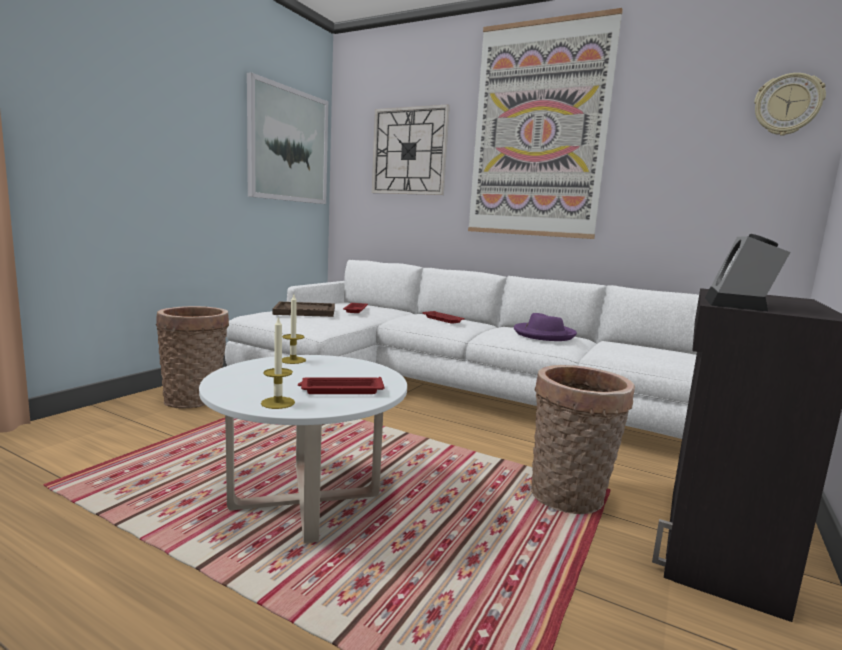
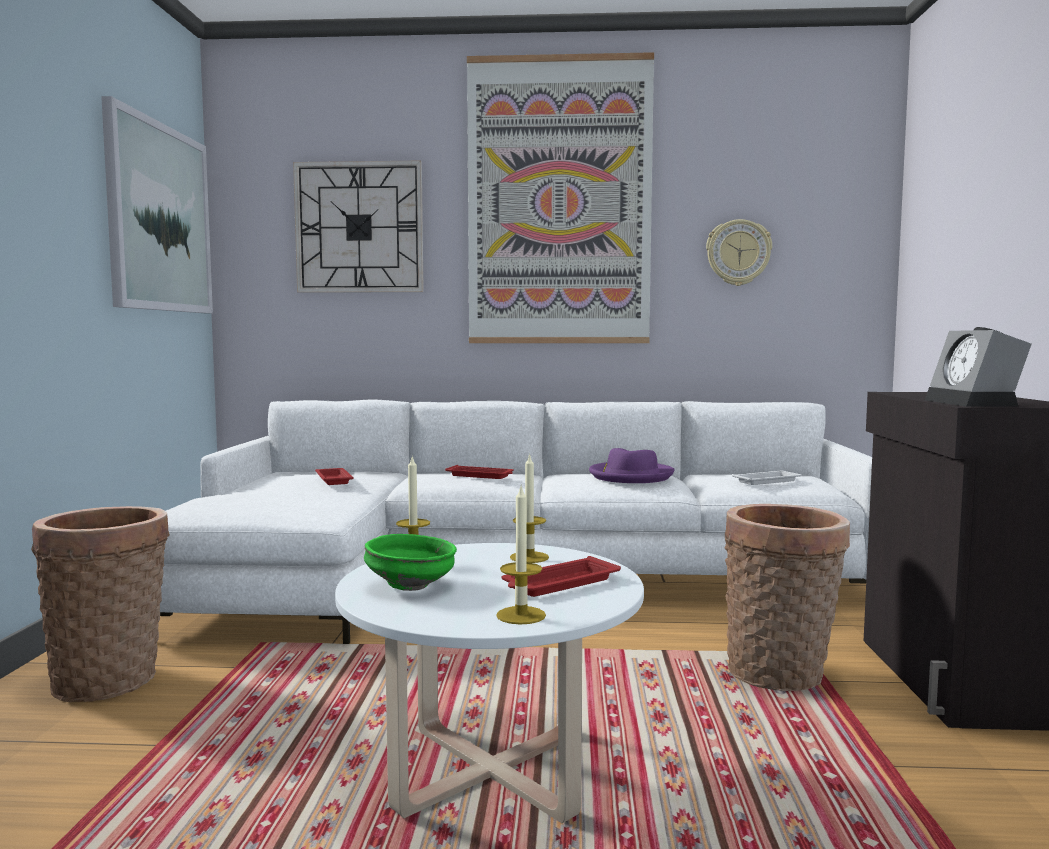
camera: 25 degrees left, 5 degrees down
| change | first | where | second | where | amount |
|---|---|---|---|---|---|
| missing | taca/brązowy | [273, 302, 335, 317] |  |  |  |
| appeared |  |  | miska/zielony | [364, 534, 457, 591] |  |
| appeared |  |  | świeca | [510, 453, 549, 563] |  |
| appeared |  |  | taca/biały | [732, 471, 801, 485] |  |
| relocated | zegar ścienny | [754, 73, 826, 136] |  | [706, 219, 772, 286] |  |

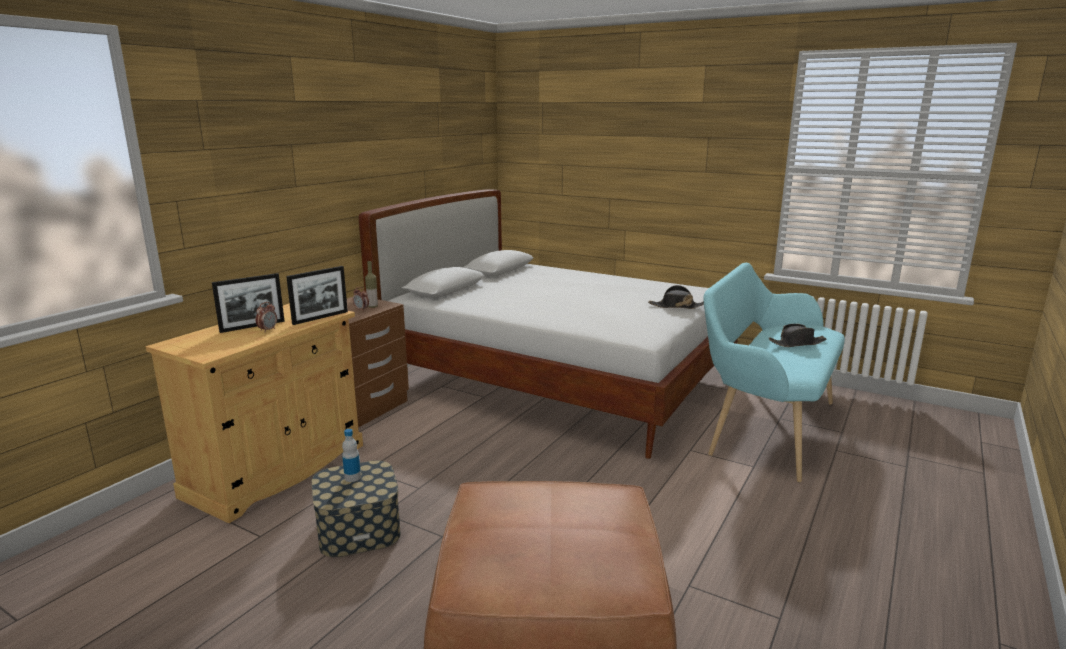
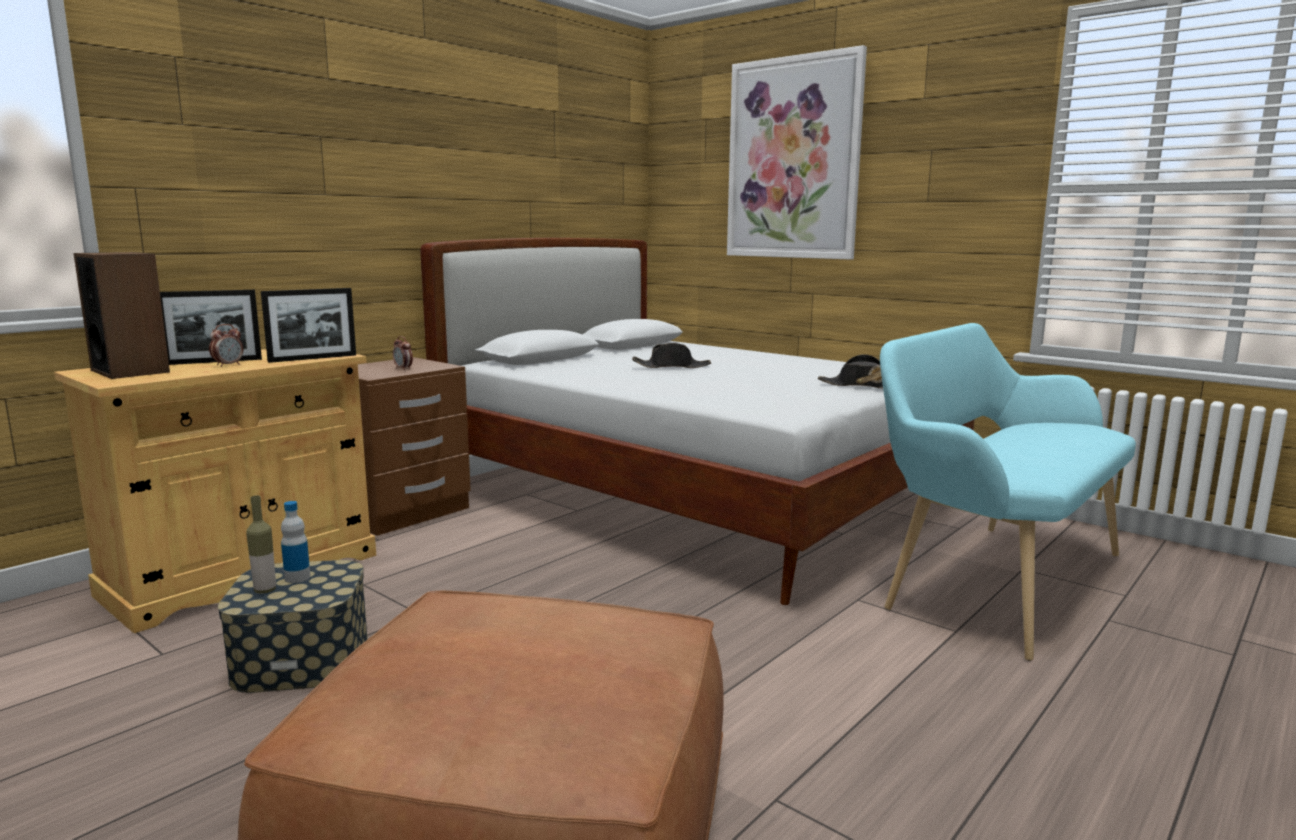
camera: 10 degrees right, 5 degrees down
| change | first | where | second | where | amount |
|---|---|---|---|---|---|
| appeared |  |  | głośnik | [74, 252, 170, 379] |  |
| appeared |  |  | obraz | [727, 45, 867, 260] |  |
| relocated | butelka | [365, 261, 378, 308] |  | [246, 495, 276, 593] |  |
| relocated | kapelusz/czarny | [769, 324, 826, 347] |  | [632, 343, 711, 368] |  |

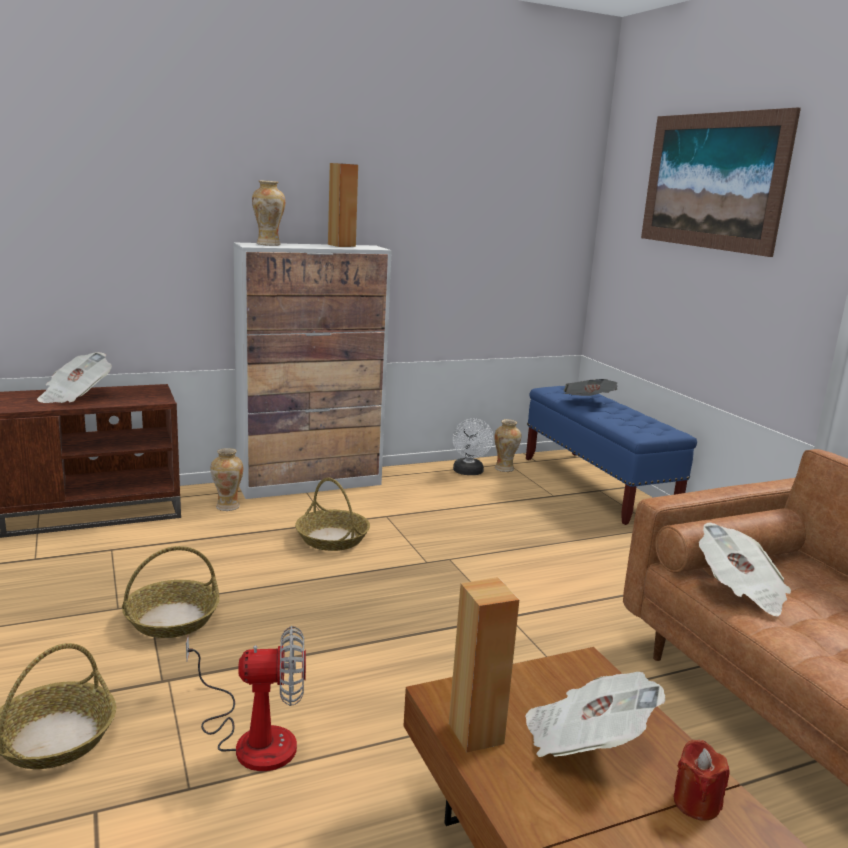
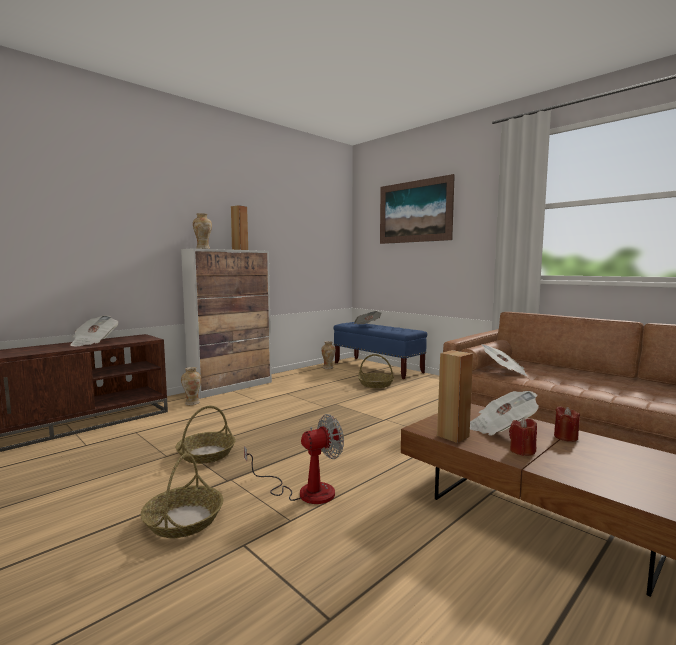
camera: 20 degrees left, 10 degrees down
| change | first | where | second | where | amount |
|---|---|---|---|---|---|
| missing | wentylator/biały | [453, 419, 494, 475] |  |  |  |
| appeared |  |  | świeca/czerwony | [509, 418, 537, 456] |  |
| relocated | koszyk | [295, 478, 370, 551] |  | [358, 354, 394, 388] |  |

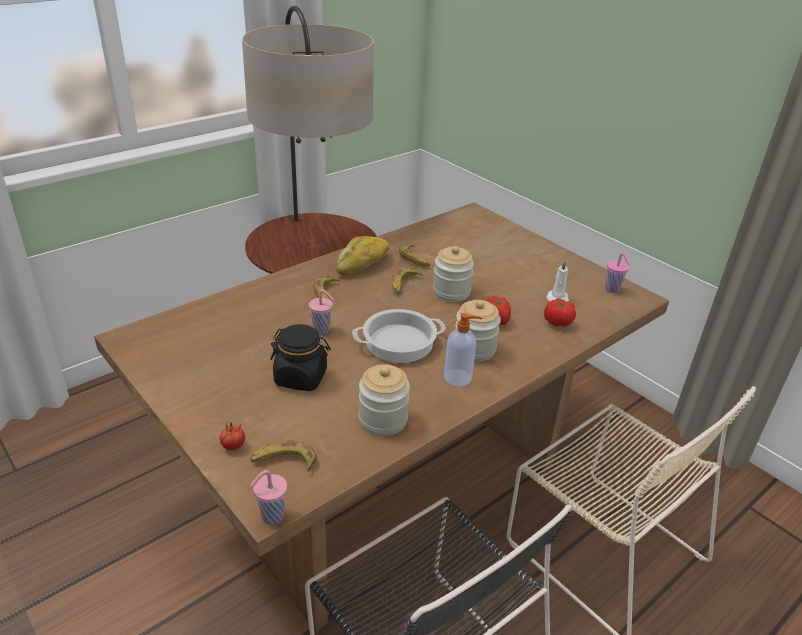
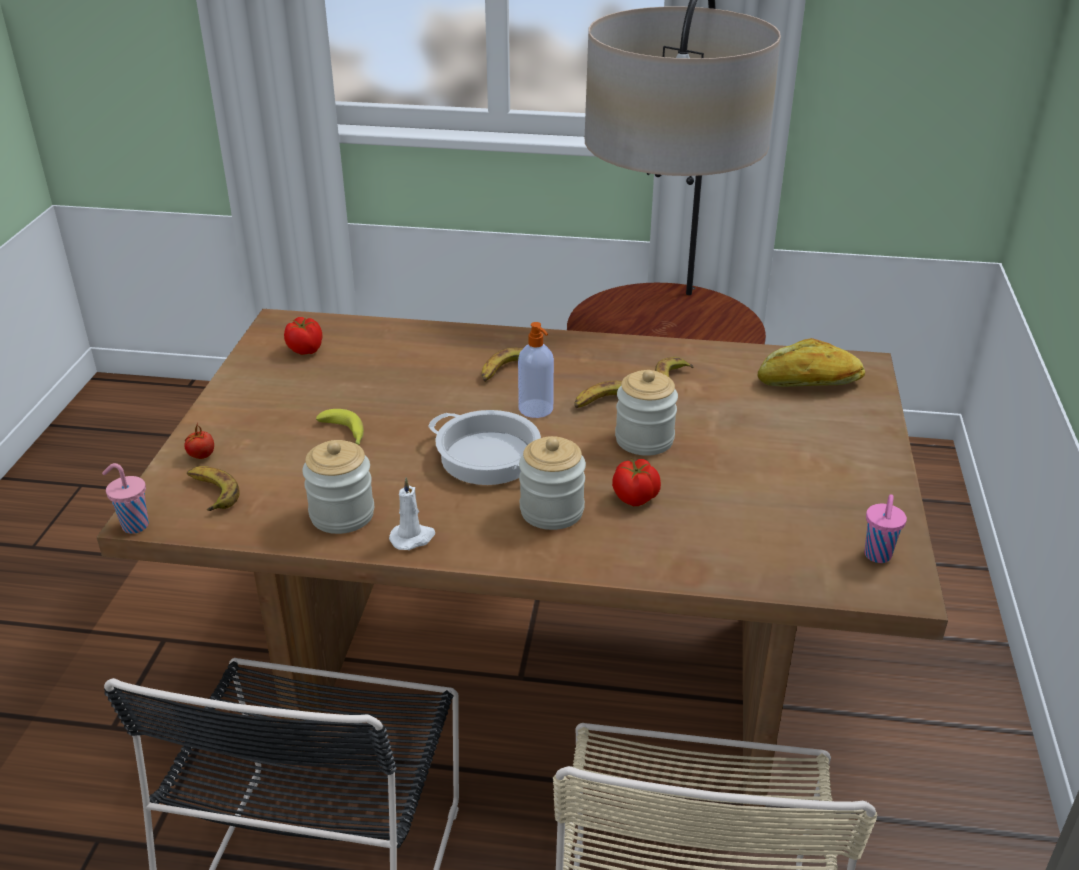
camera: 50 degrees right, 0 degrees up
| change | first | where | second | where | amount |
|---|---|---|---|---|---|
| missing | filiżanka/różowy | [309, 290, 334, 334] |  |  |  |
| relocated | chleb | [336, 236, 389, 276] |  | [758, 338, 865, 387] |  |
| relocated | dozownik mydła | [444, 313, 482, 387] |  | [518, 322, 554, 418] |  |
| relocated | pomidor | [544, 298, 576, 326] |  | [284, 317, 323, 355] |  |
| relocated | świeca/biały | [546, 261, 569, 302] |  | [389, 477, 435, 550] |  |
| exchanged | słoik/czarny | [270, 324, 331, 391] | banan | [316, 409, 364, 445] |  |

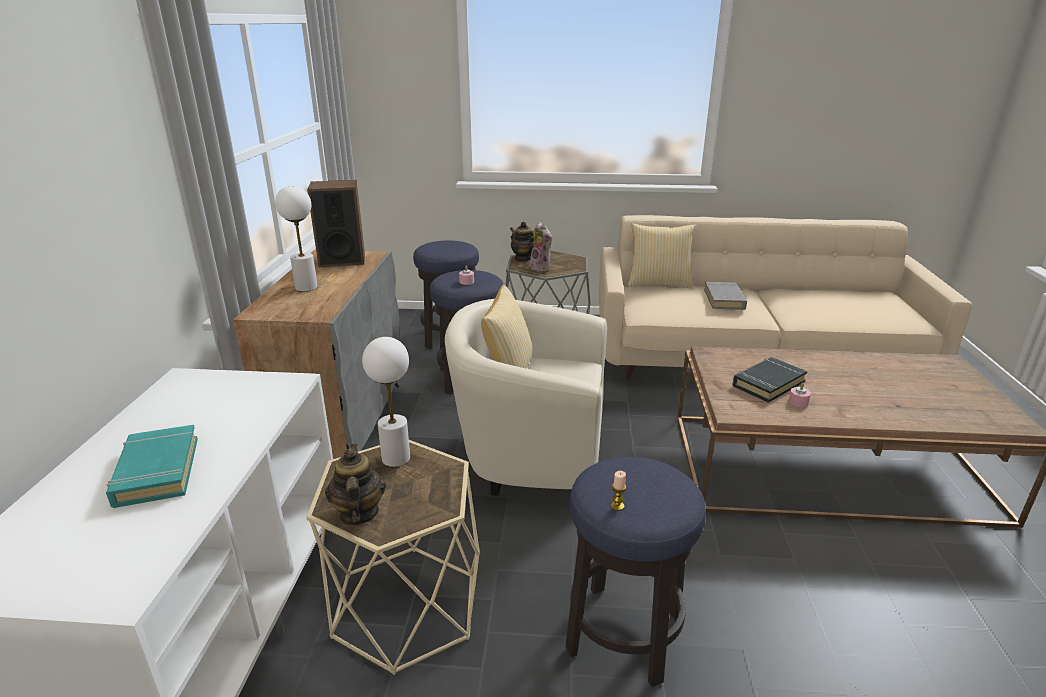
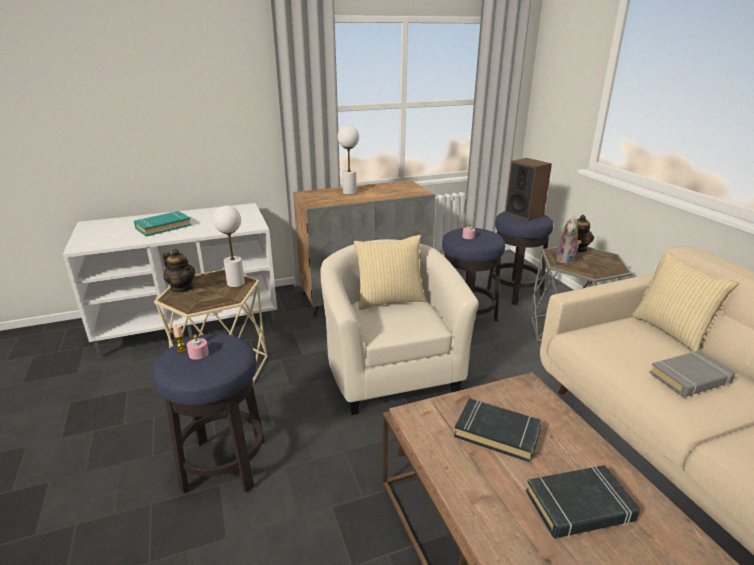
camera: 65 degrees right, 0 degrees up
| change | first | where | second | where | amount |
|---|---|---|---|---|---|
| appeared |  |  | książka/czarny | [526, 465, 640, 538] |  |
| relocated | głośnik | [307, 180, 365, 267] |  | [505, 158, 552, 221] |  |
| relocated | świeca/różowy | [789, 383, 811, 407] |  | [187, 334, 209, 360] |  |
| spun | imbryk | [325, 444, 386, 526] |  | [163, 249, 195, 292] | 75 degrees clockwise |

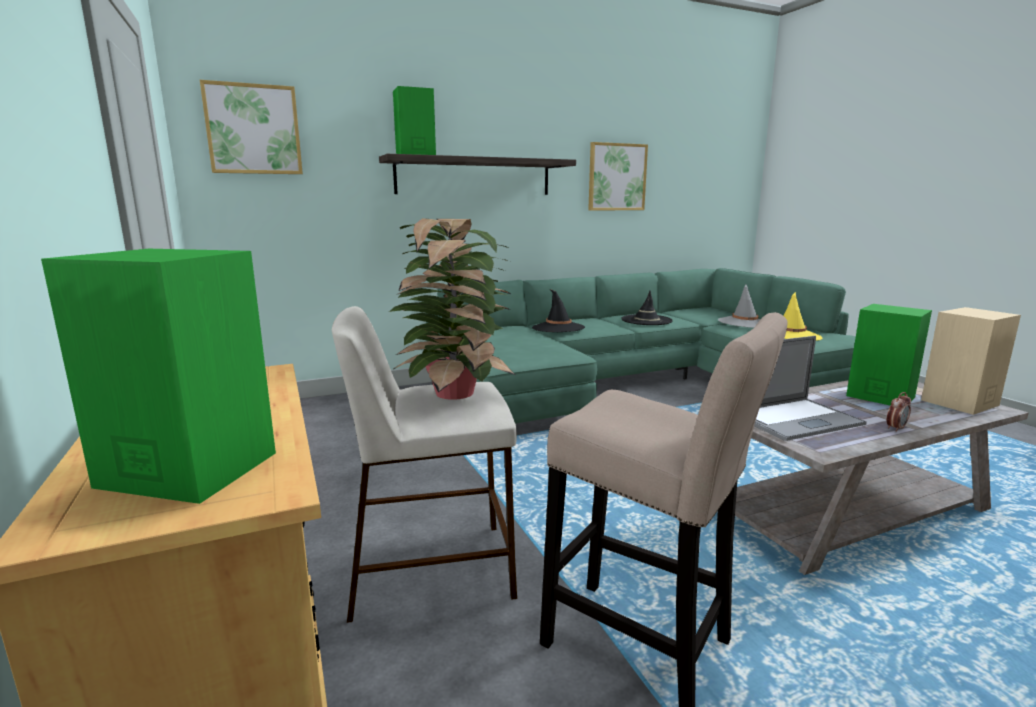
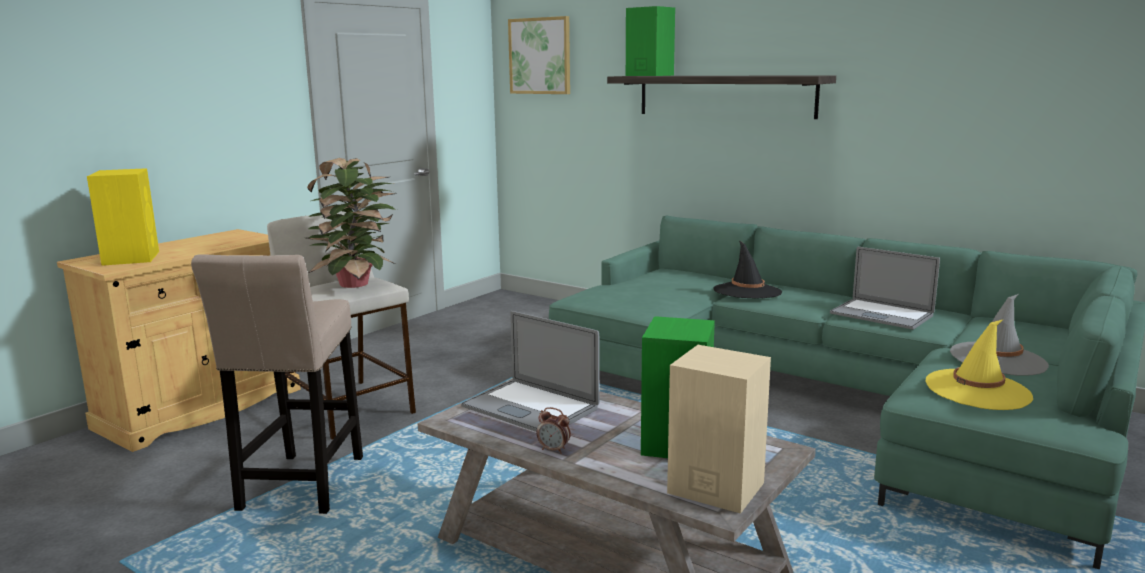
camera: 60 degrees right, 0 degrees up
| change | first | where | second | where | amount |
|---|---|---|---|---|---|
| missing | obraz | [588, 142, 648, 211] |  |  |  |
| exchanged | kapelusz/czarny | [621, 291, 673, 325] | laptop | [830, 247, 940, 330] |  |
| colour | głośnik/zielony | [41, 249, 276, 504] | głośnik/żółty | [87, 168, 159, 266] |  |

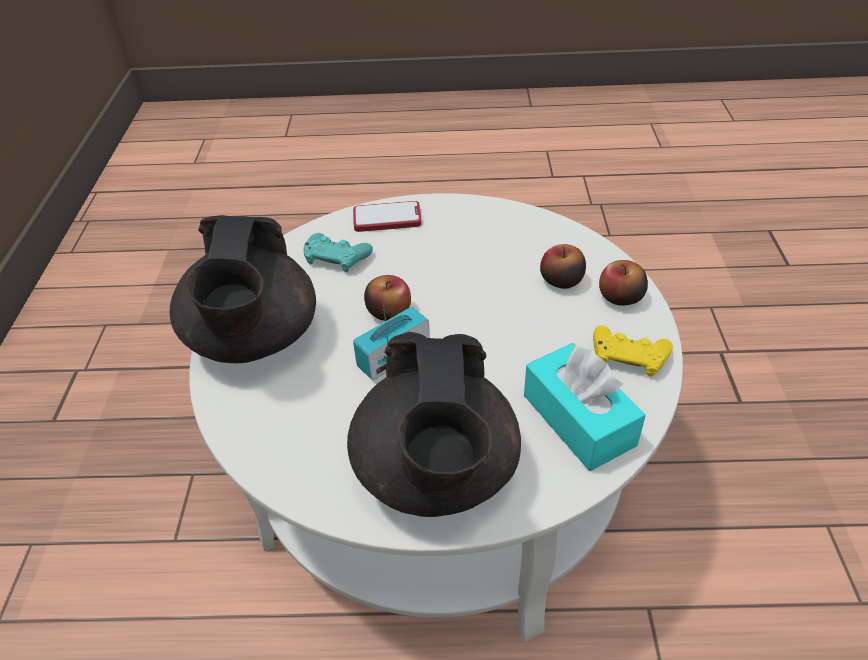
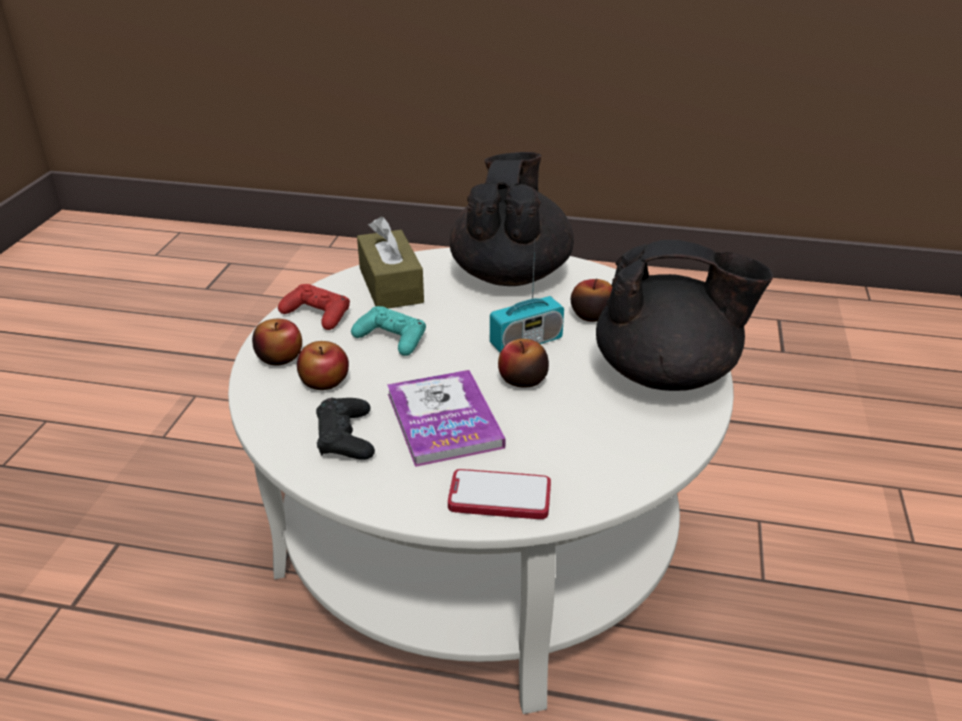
camera: 170 degrees left, 10 degrees down
| change | first | where | second | where | amount |
|---|---|---|---|---|---|
| appeared |  |  | pad do gier/czarny | [316, 398, 375, 460] |  |
| appeared |  |  | książka | [387, 370, 505, 467] |  |
| appeared |  |  | jabłko | [571, 279, 612, 322] |  |
| relocated | pad do gier/turkusowy | [304, 233, 373, 273] |  | [351, 306, 426, 356] |  |
| colour | pudełko chusteczek/turkusowy | [524, 343, 646, 471] | pudełko chusteczek/brązowy | [357, 216, 424, 309] |  |
| colour | pad do gier/żółty | [593, 325, 673, 377] | pad do gier/czerwony | [278, 284, 350, 330] |  |
| spun | imbryk/czarny | [170, 215, 316, 363] |  | [596, 240, 773, 391] | 90 degrees clockwise |

